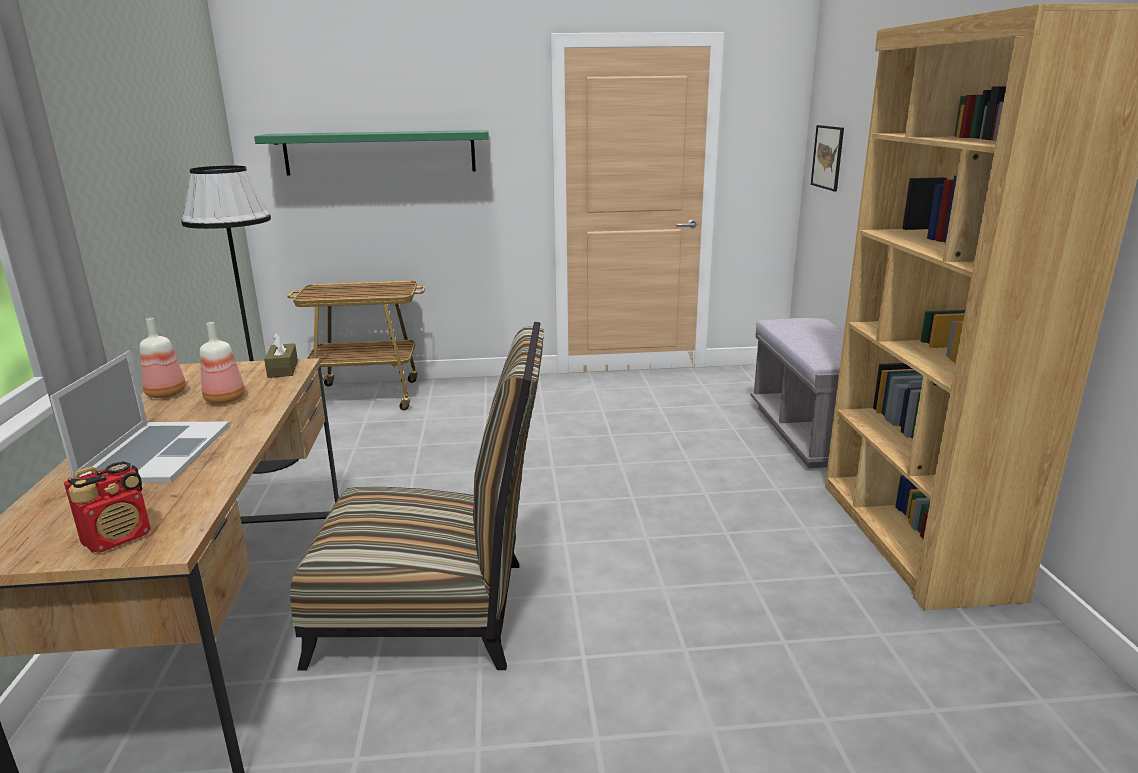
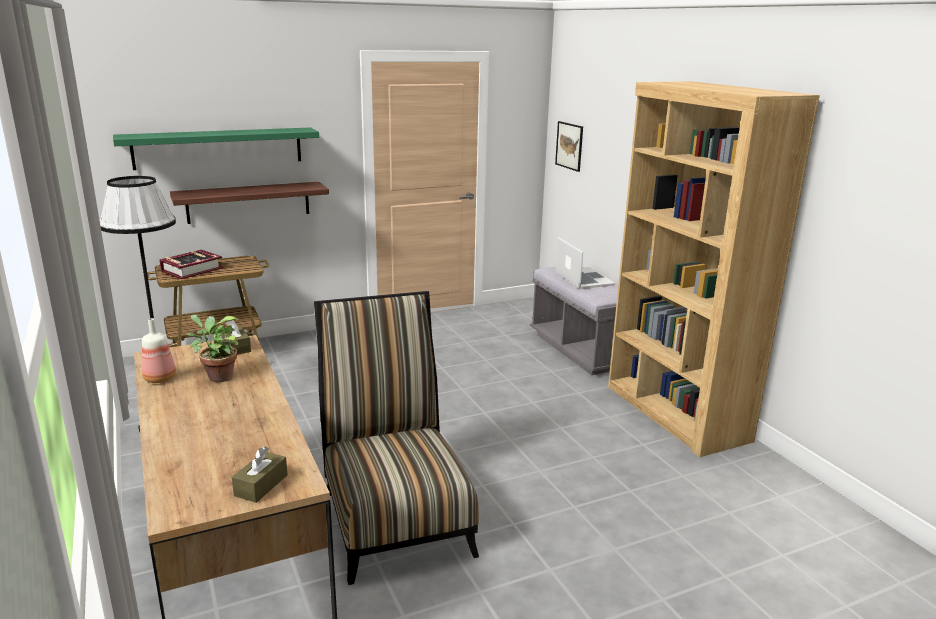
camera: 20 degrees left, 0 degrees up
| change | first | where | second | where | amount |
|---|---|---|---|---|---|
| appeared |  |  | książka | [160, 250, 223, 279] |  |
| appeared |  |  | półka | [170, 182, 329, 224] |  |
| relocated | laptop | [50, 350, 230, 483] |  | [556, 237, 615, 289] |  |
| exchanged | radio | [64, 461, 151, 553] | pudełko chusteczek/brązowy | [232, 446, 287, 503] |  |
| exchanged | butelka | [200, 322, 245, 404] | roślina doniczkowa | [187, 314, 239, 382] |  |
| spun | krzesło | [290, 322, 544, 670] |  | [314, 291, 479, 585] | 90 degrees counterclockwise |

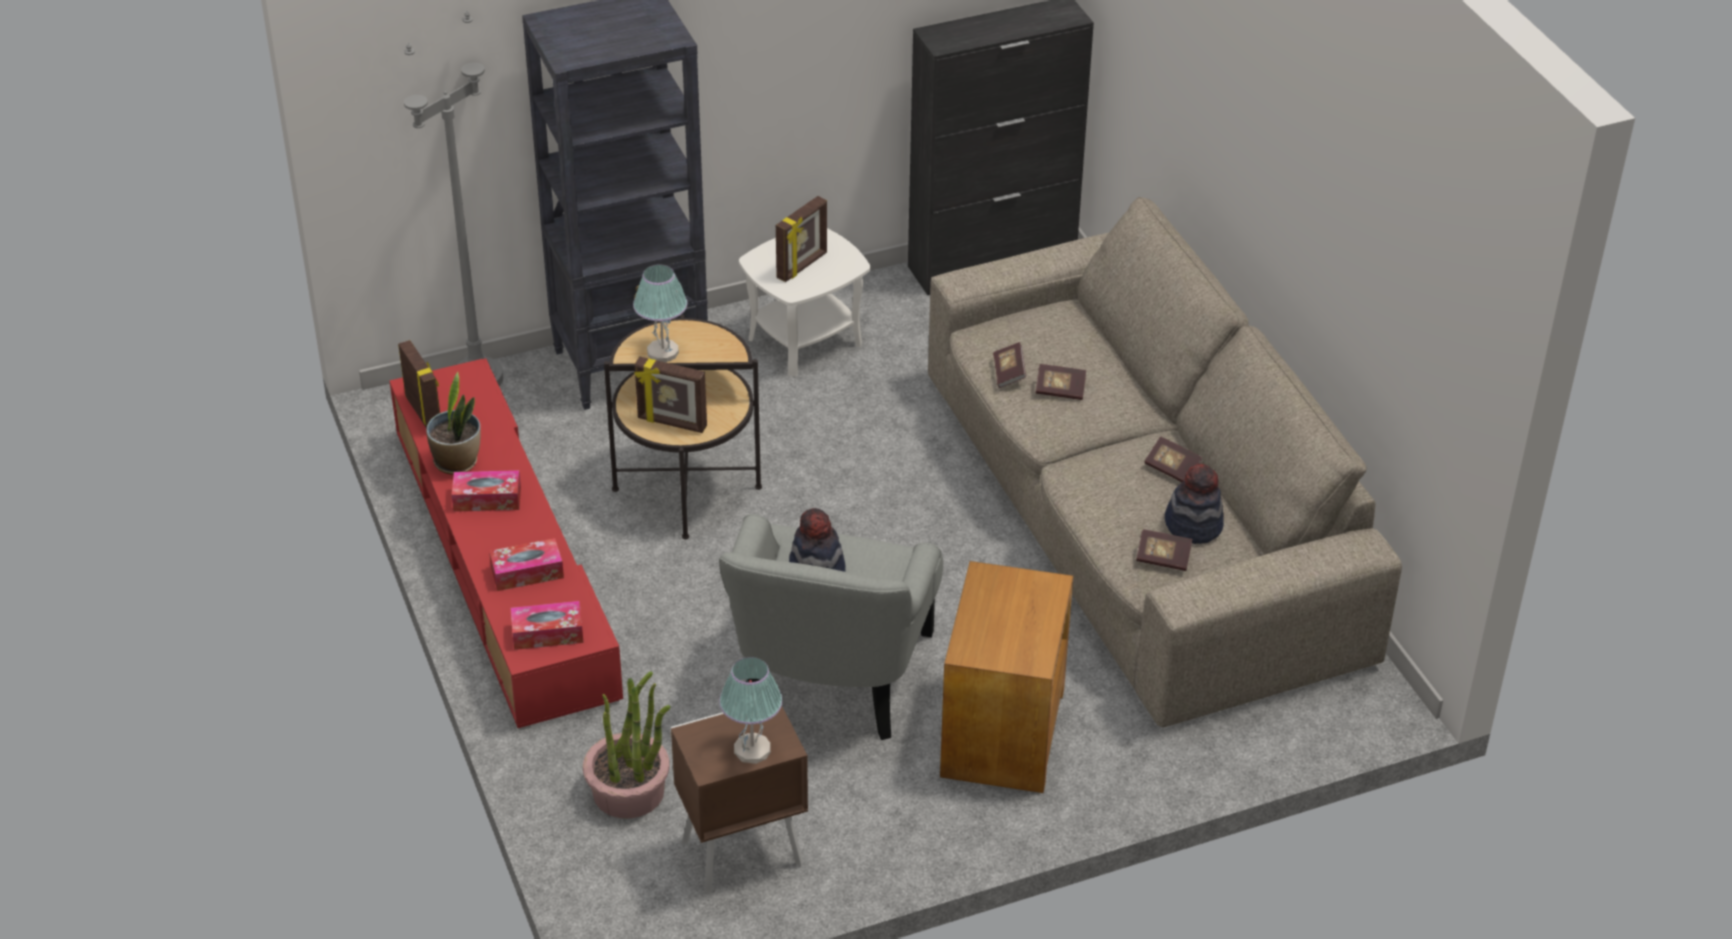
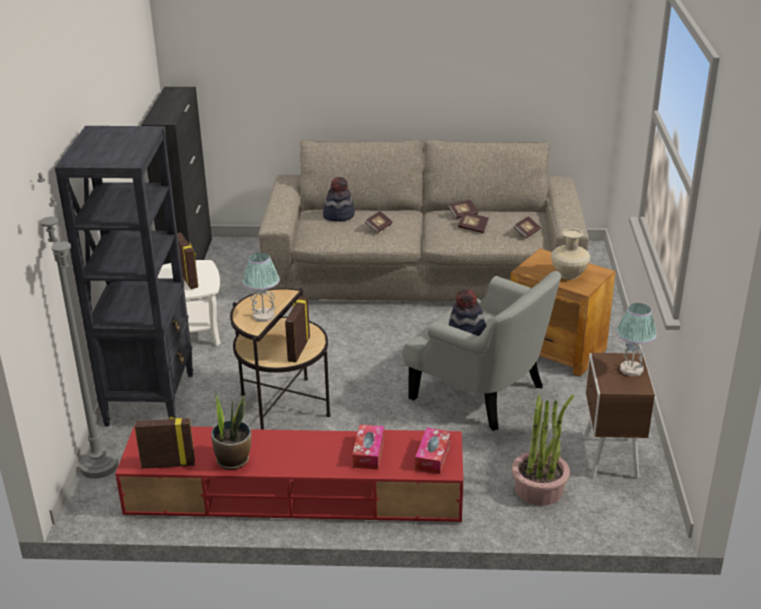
camera: 65 degrees left, 10 degrees down
| change | first | where | second | where | amount |
|---|---|---|---|---|---|
| missing | pudełko chusteczek | [452, 470, 521, 512] |  |  |  |
| appeared |  |  | wazon/beżowy | [551, 228, 590, 280] |  |
| relocated | książka | [993, 342, 1026, 388] |  | [458, 212, 489, 233] |  |
| relocated | kapelusz | [1165, 464, 1224, 544] |  | [323, 177, 355, 222] |  |
| spun | ramka na zdjęcie | [634, 357, 707, 433] |  | [285, 297, 310, 362] | 150 degrees clockwise |

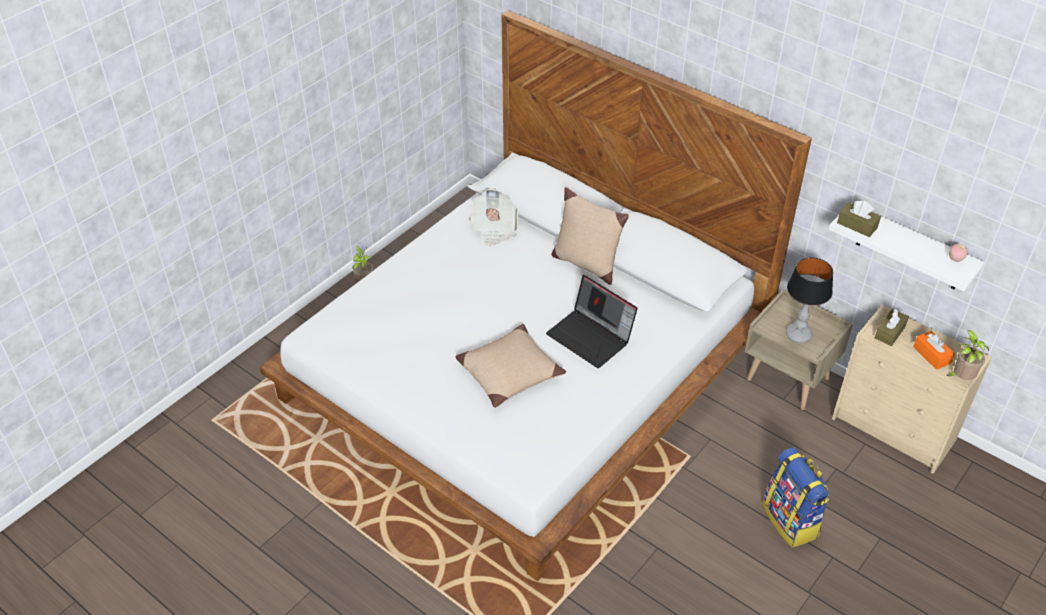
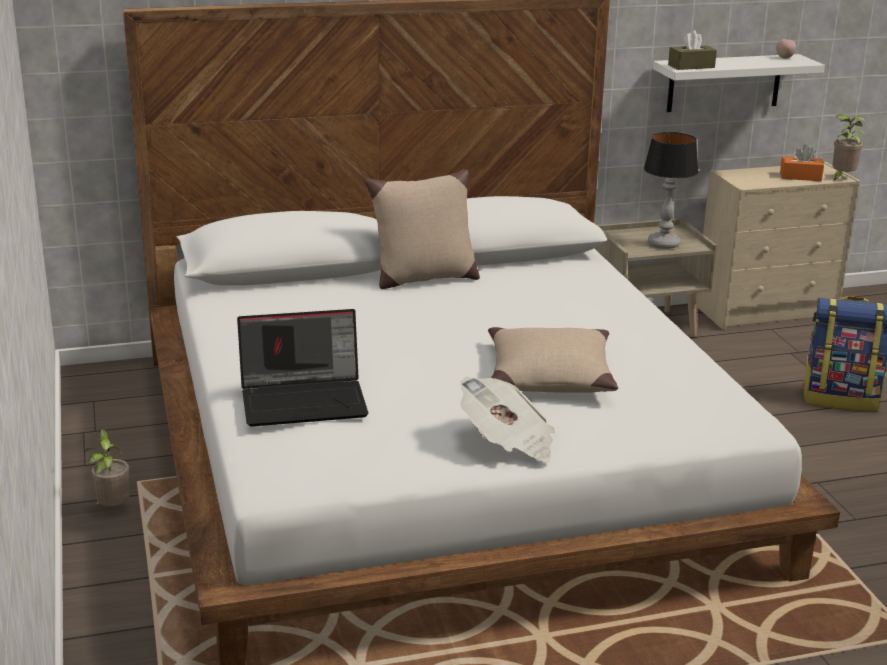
camera: 55 degrees left, 20 degrees down
| change | first | where | second | where | amount |
|---|---|---|---|---|---|
| missing | pudełko chusteczek/brązowy | [875, 309, 909, 346] |  |  |  |
| relocated | gazeta | [469, 188, 518, 246] |  | [460, 377, 555, 462] |  |
| relocated | laptop | [546, 275, 638, 368] |  | [237, 309, 368, 427] |  |

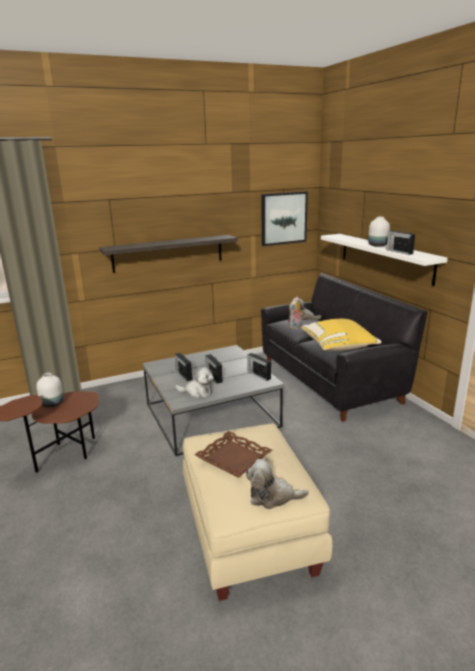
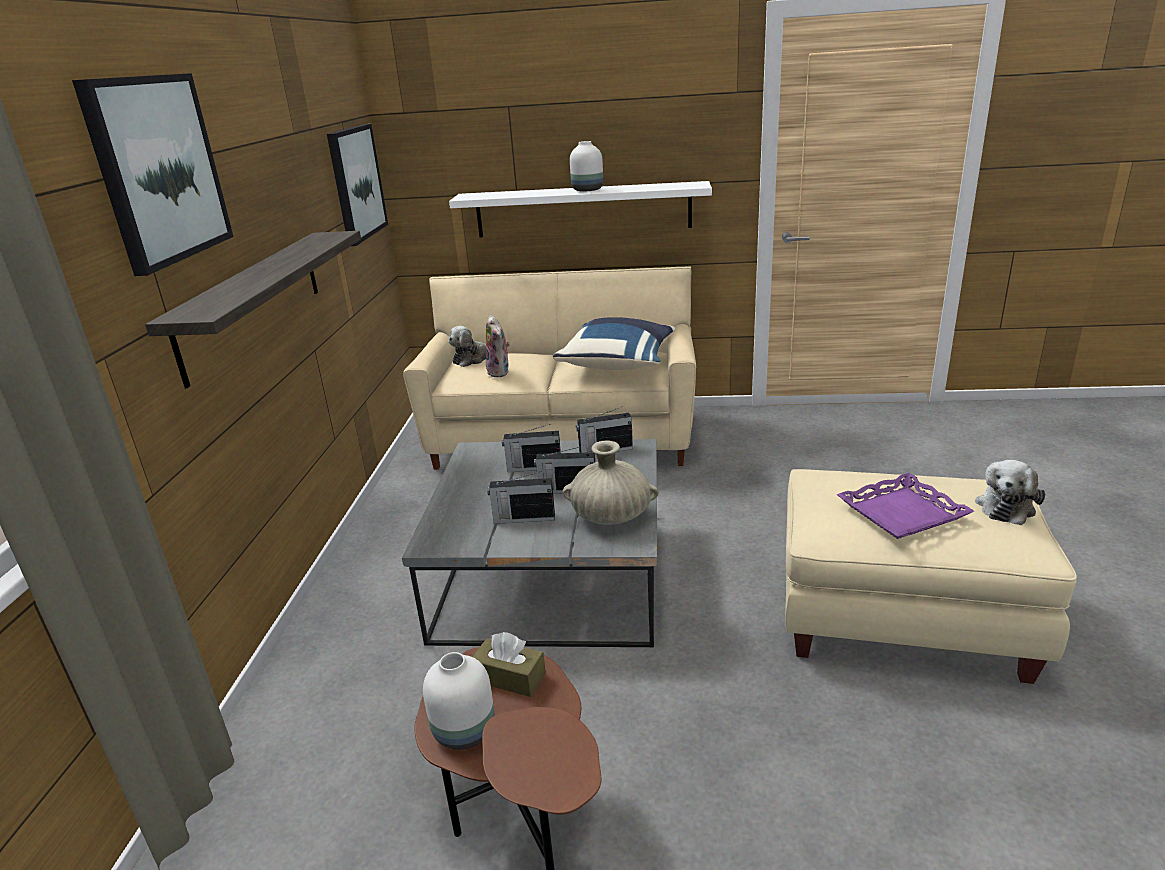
camera: 60 degrees left, 5 degrees up
| change | first | where | second | where | amount |
|---|---|---|---|---|---|
| appeared |  |  | obraz | [72, 73, 234, 276] |  |
| appeared |  |  | pudełko chusteczek/brązowy | [473, 632, 546, 697] |  |
| relocated | radio | [387, 228, 415, 255] |  | [502, 424, 561, 472] |  |
| exchanged | pluszak | [175, 367, 214, 398] | wazon/beżowy | [563, 441, 659, 525] |  |
| colour | taca/brązowy | [194, 431, 272, 477] | taca/fioletowy | [837, 473, 974, 539] |  |
| colour | kanapa/czarny | [261, 273, 428, 422] | kanapa/beżowy | [403, 267, 696, 470] |  |
| colour | poduszka/żółty | [301, 319, 382, 351] | poduszka/niebieski | [553, 317, 675, 370] |  |

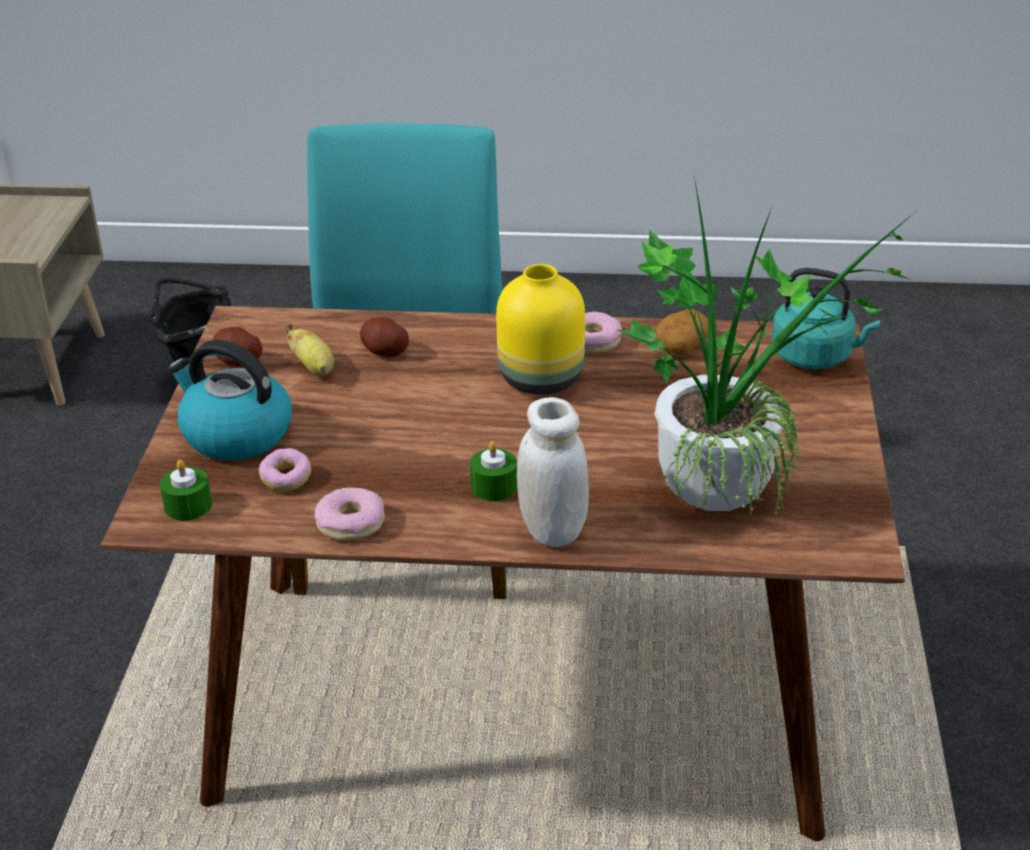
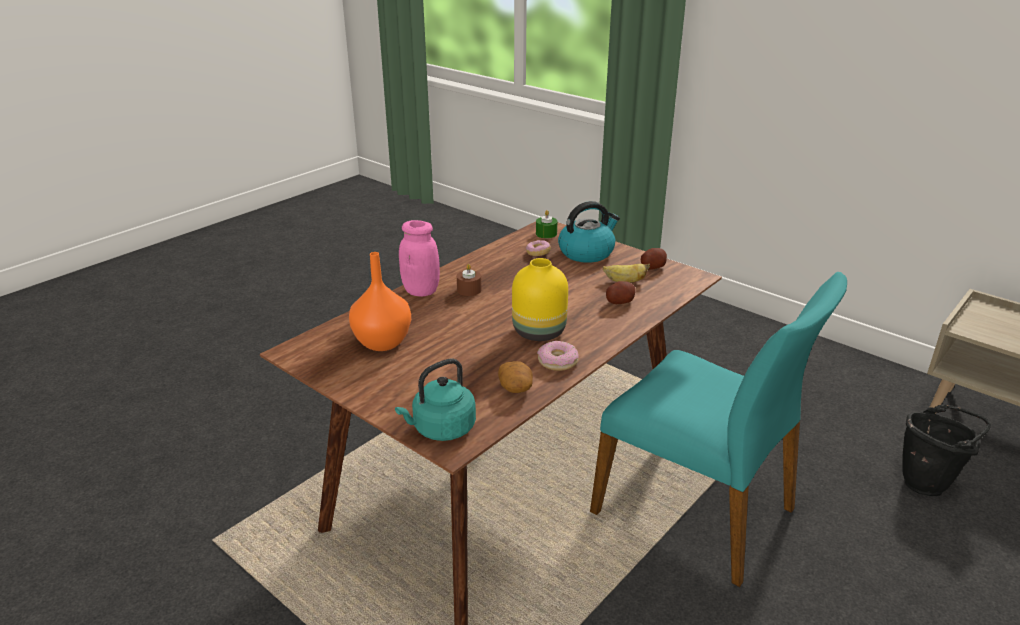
camera: 125 degrees right, 5 degrees down
| change | first | where | second | where | amount |
|---|---|---|---|---|---|
| missing | donut | [314, 487, 385, 541] |  |  |  |
| exchanged | roślina doniczkowa | [617, 171, 919, 516] | wazon/pomarańczowy | [349, 252, 411, 351] |  |
| colour | świeca/zielony | [470, 441, 517, 501] | świeca/brązowy | [457, 264, 481, 296] |  |
| colour | słoik/biały | [517, 397, 589, 547] | słoik/różowy | [399, 220, 440, 297] |  |

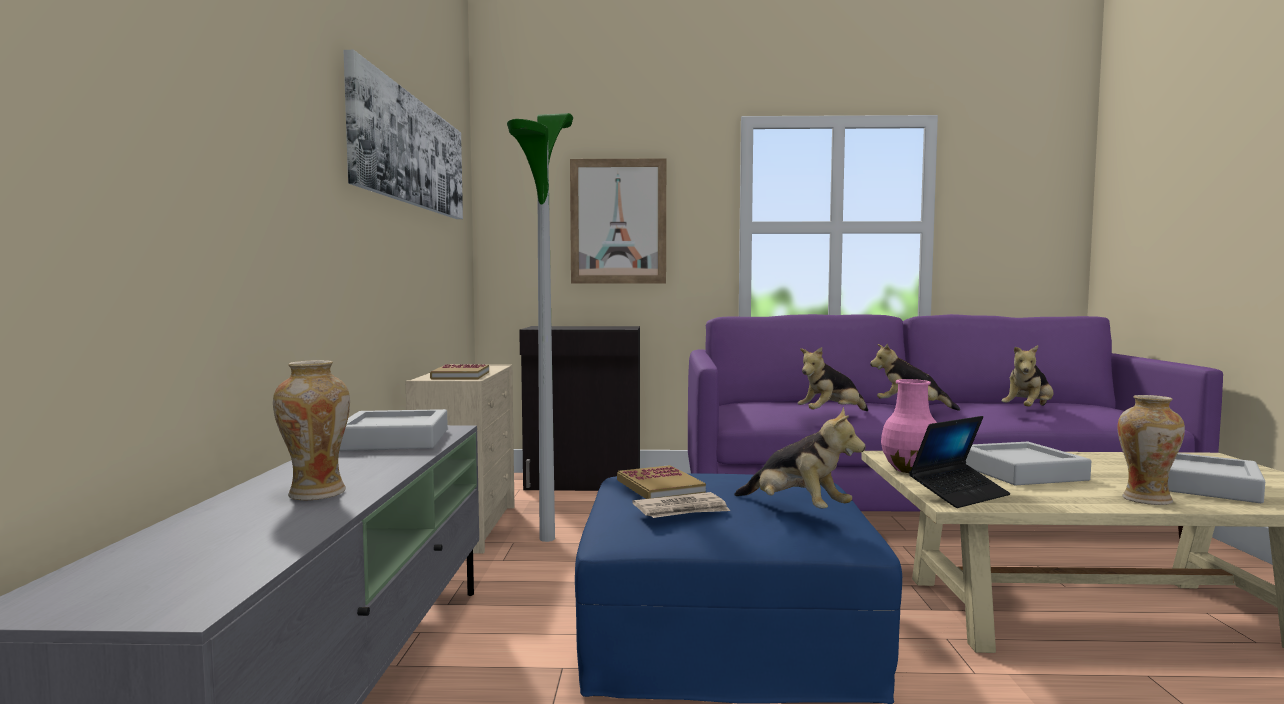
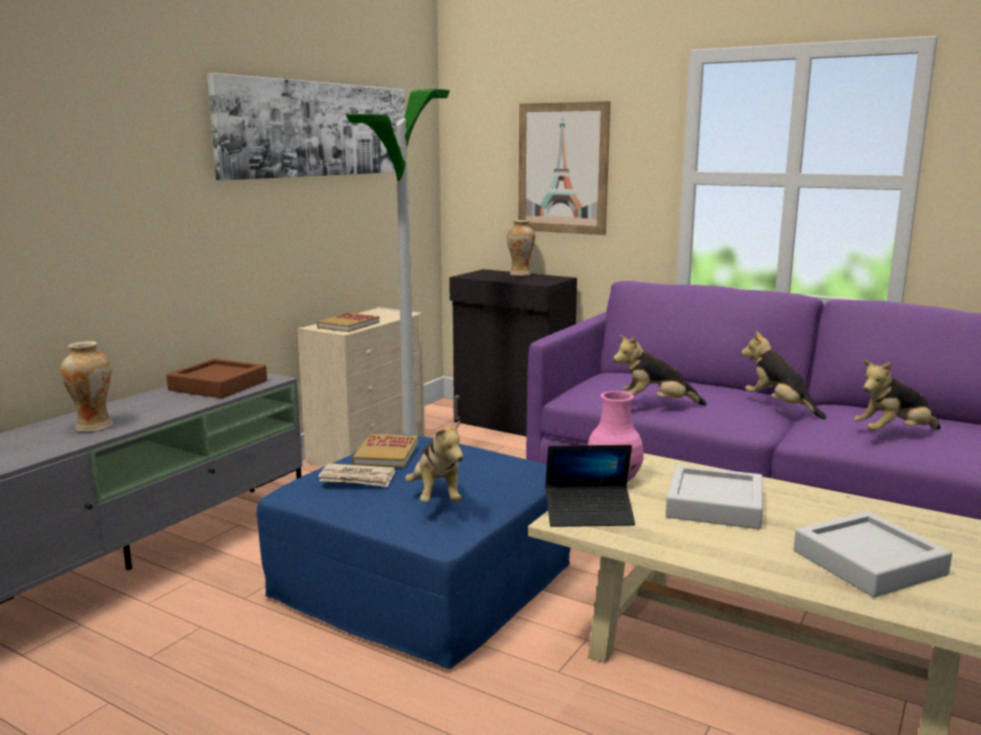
camera: 30 degrees right, 10 degrees up
| change | first | where | second | where | amount |
|---|---|---|---|---|---|
| relocated | wazon | [1117, 395, 1185, 505] |  | [507, 220, 535, 276] |  |
| colour | taca/szary | [339, 409, 448, 451] | taca/brązowy | [166, 359, 267, 398] |  |

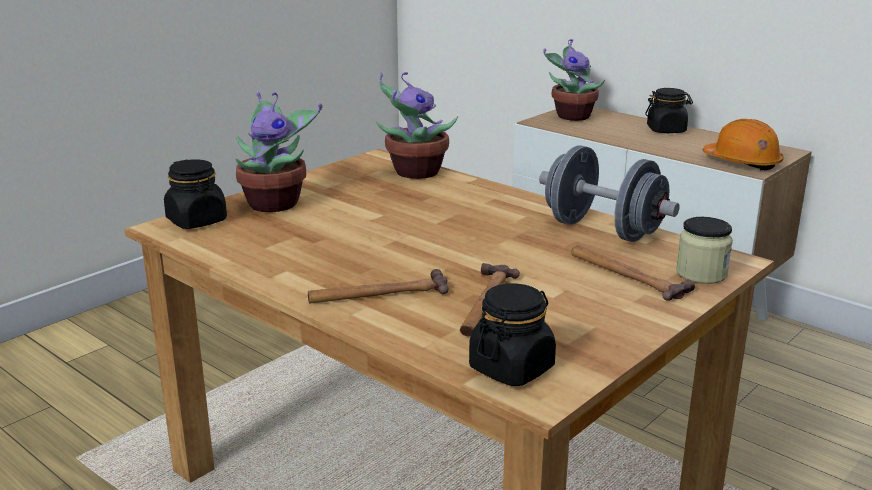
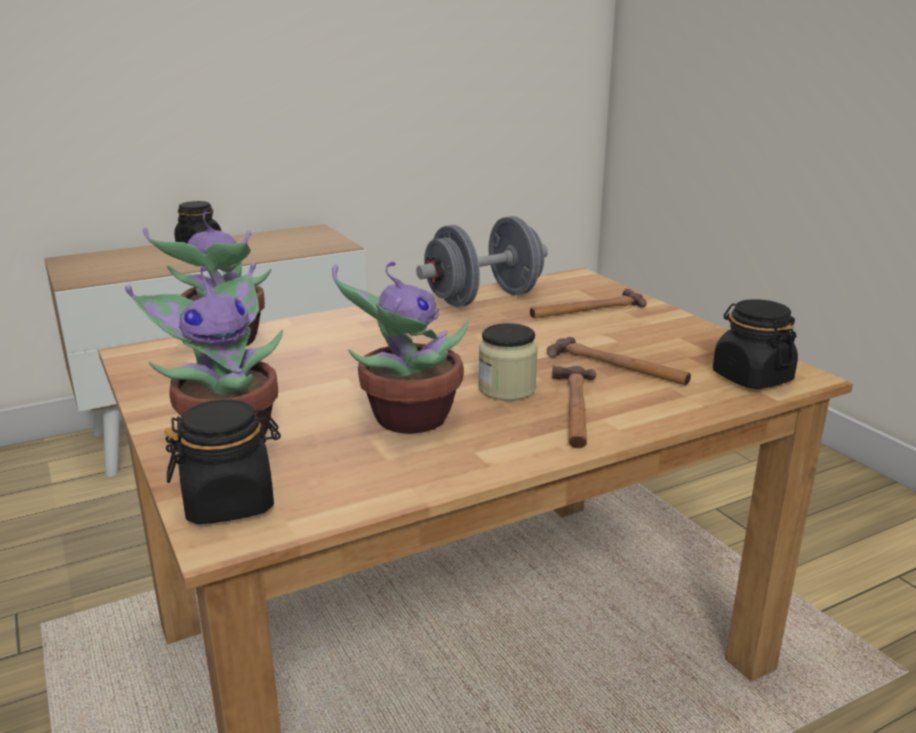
camera: 70 degrees left, 0 degrees up
| change | first | where | second | where | amount |
|---|---|---|---|---|---|
| missing | kask/pomarańczowy | [703, 119, 784, 170] |  |  |  |
| relocated | roślina doniczkowa | [543, 39, 605, 121] |  | [332, 262, 469, 434] |  |
| relocated | słoik | [676, 217, 733, 284] |  | [478, 323, 538, 401] |  |

